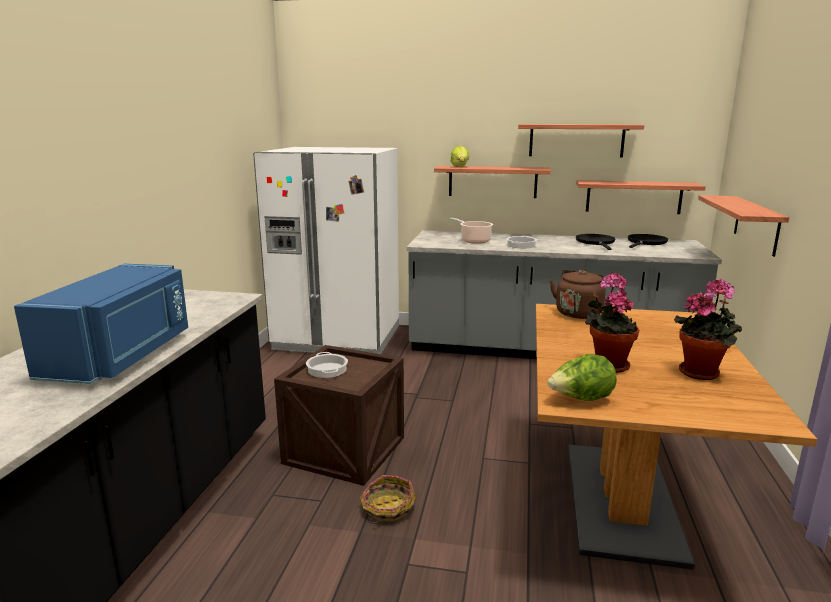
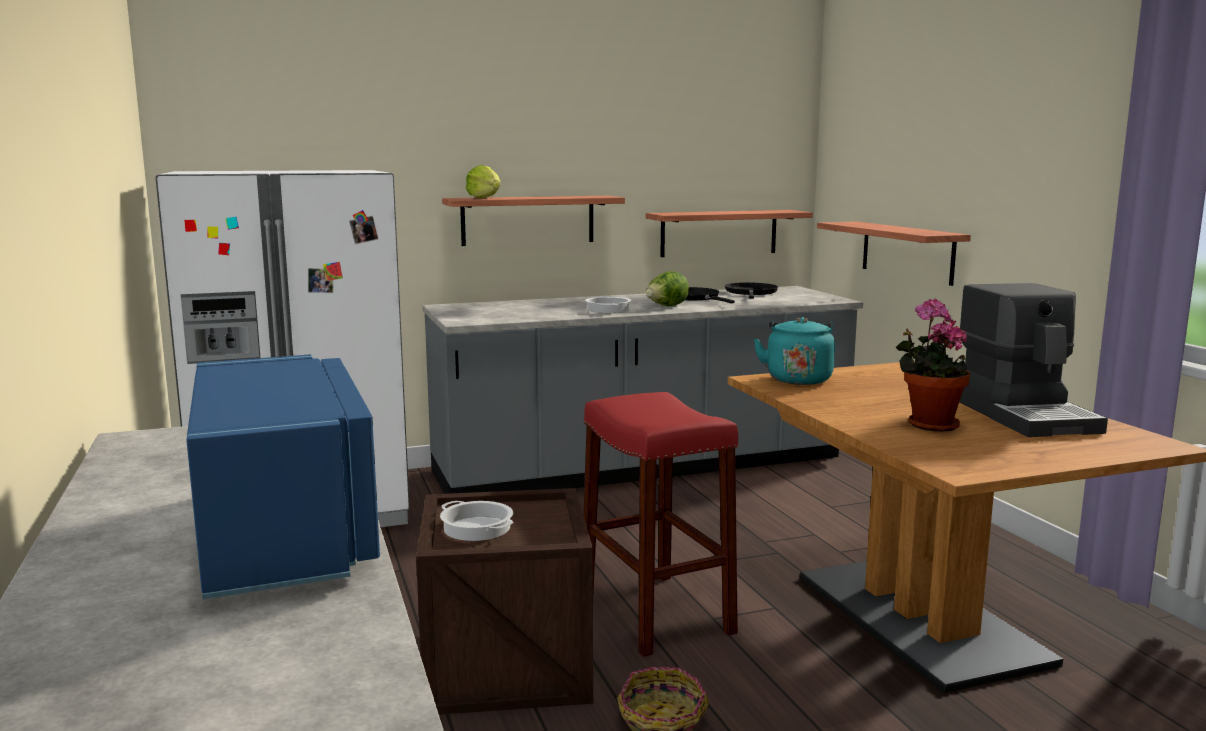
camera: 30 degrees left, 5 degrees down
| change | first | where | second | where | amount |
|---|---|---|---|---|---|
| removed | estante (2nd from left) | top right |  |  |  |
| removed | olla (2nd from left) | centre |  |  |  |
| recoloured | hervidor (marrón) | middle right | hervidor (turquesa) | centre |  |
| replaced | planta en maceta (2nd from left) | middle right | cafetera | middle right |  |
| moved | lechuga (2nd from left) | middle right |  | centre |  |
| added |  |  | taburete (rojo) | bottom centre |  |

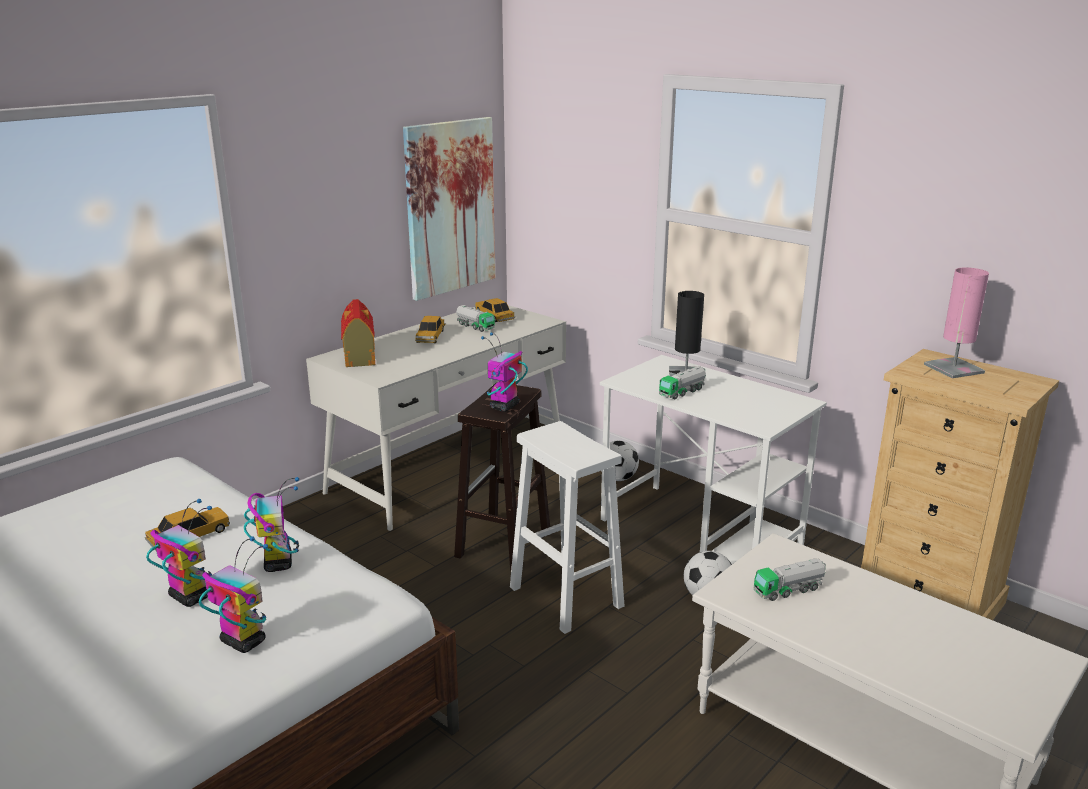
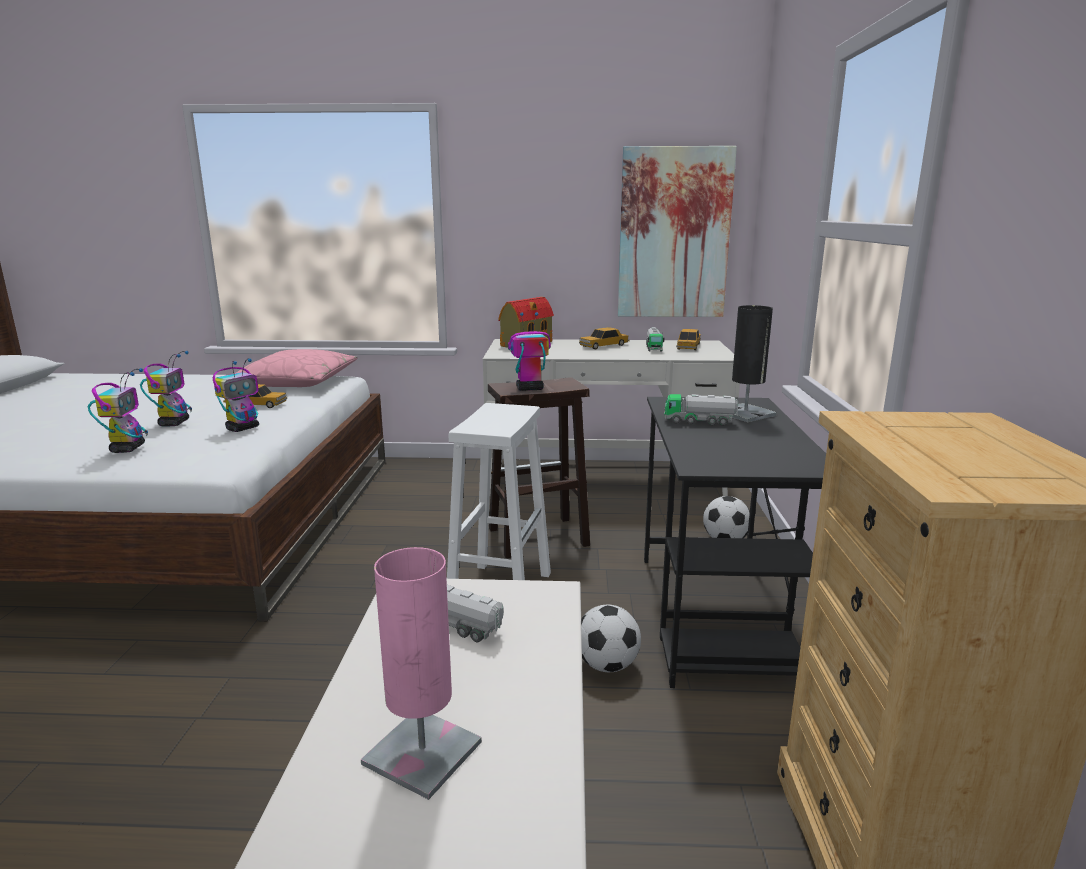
camera: 50 degrees right, 5 degrees down
| change | first | where | second | where | amount |
|---|---|---|---|---|---|
| moved | lámpara de mesa (rosa) | middle right |  | bottom centre |  |
| recoloured | escritorio (blanco) (2nd from left) | centre | escritorio (negro) | middle right |  |
| added |  |  | cojín (rosa) | middle left |  |

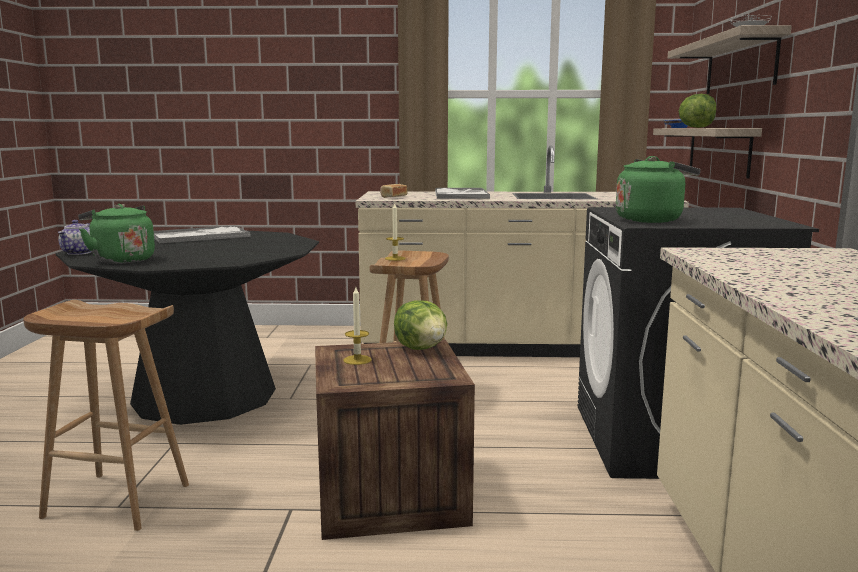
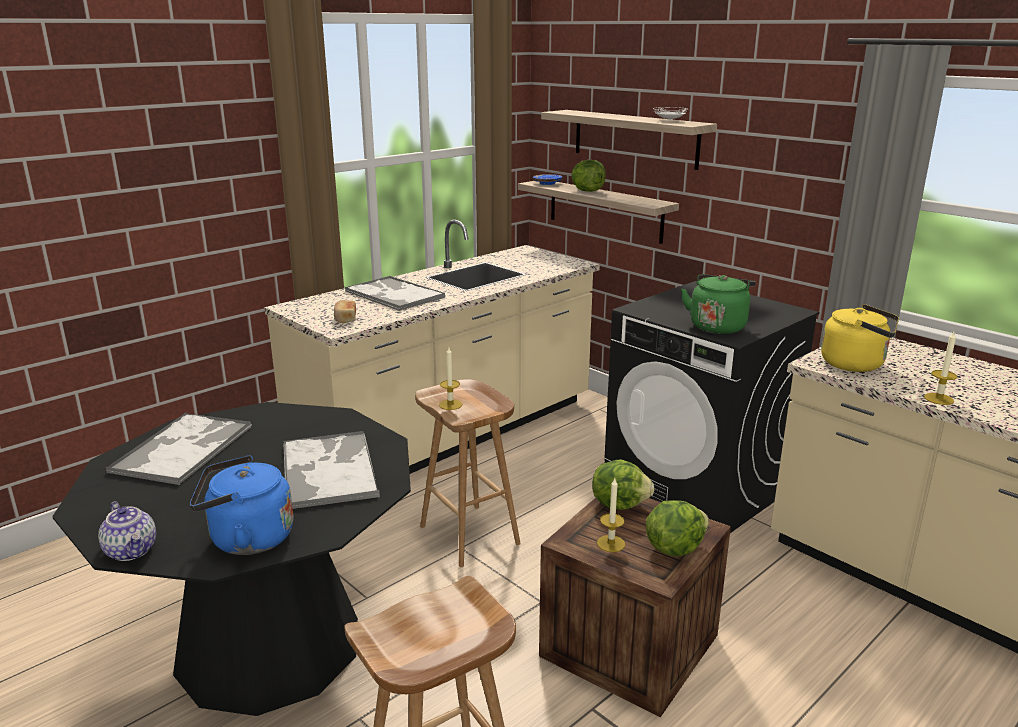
camera: 45 degrees left, 10 degrees up
| change | first | where | second | where | amount |
|---|---|---|---|---|---|
| recoloured | hervidor (verde) (1st from left) | middle left | hervidor (azul) | bottom left |  |
| added |  |  | hervidor (amarillo) | middle right |  |
| added |  |  | vela (3rd from left) | middle right |  |
| added |  |  | bandeja (2nd from left) | middle left |  |
| added |  |  | lechuga (3rd from left) | bottom centre |  |

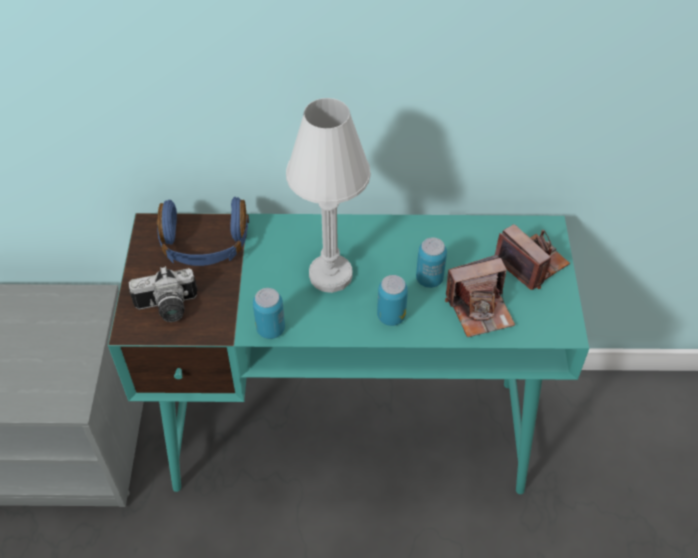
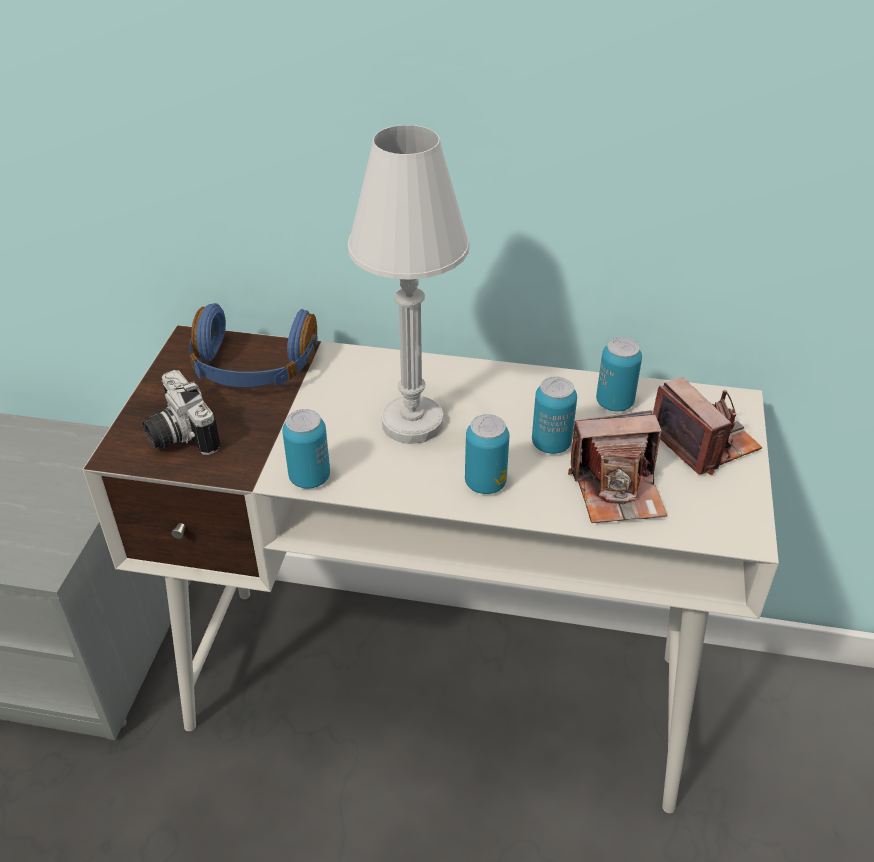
camera: 10 degrees right, 10 degrees down
| change | first | where | second | where | amount |
|---|---|---|---|---|---|
| recoloured | escritorio (turquesa) | centre | escritorio (blanco) | centre |  |
| turned | cámara (1st from left) | middle left |  | middle left | 60 degrees clockwise |
| added |  |  | lata (4th from left) | middle right |  |

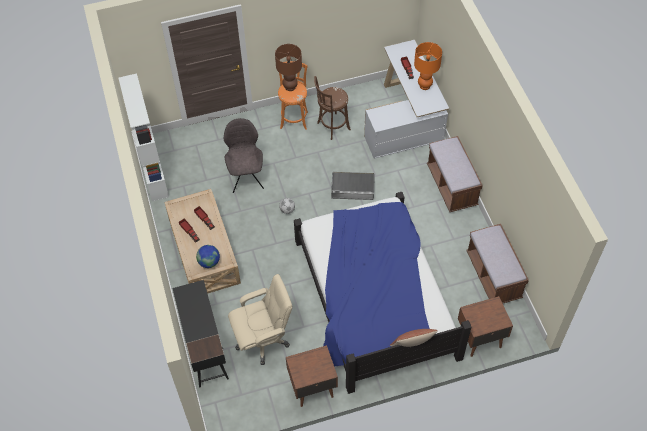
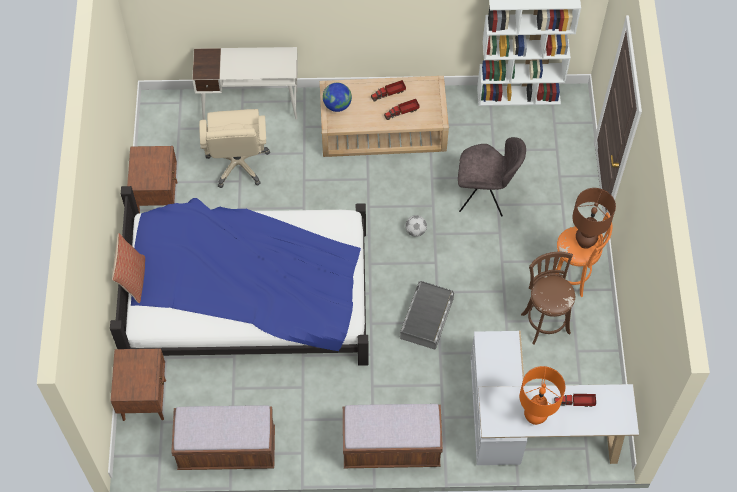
camera: 105 degrees right, 5 degrees up
| change | first | where | second | where | amount |
|---|---|---|---|---|---|
| recoloured | escritorio (negro) | bottom left | escritorio (blanco) (1st from left) | top left |  |

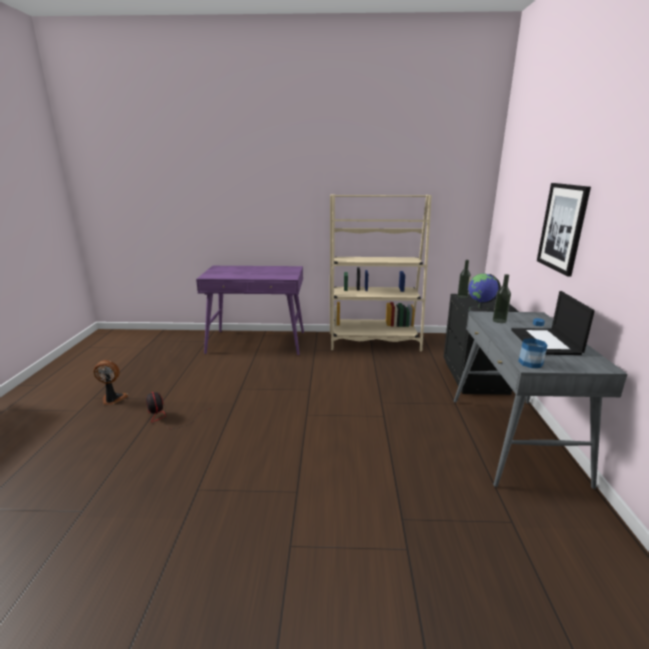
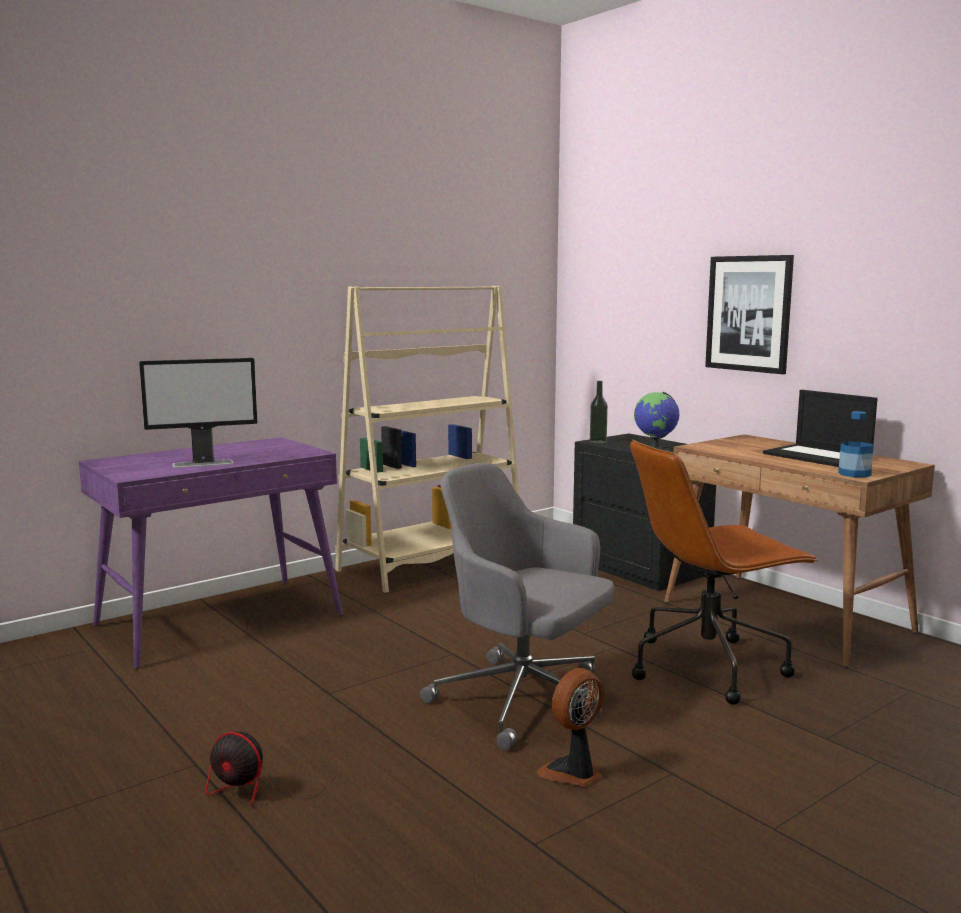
camera: 40 degrees left, 10 degrees down
| change | first | where | second | where | amount |
|---|---|---|---|---|---|
| removed | botella (2nd from left) | middle right |  |  |  |
| recoloured | escritorio (gris) | middle right | escritorio (marrón) | middle right |  |
| moved | ventilador (1st from left in the first image) | middle left | ventilador (2nd from left) | bottom centre |  |
| added |  |  | monitor | middle left |  |
| added |  |  | silla de oficina (marrón) | middle right |  |
| added |  |  | silla de oficina (gris) | centre |  |

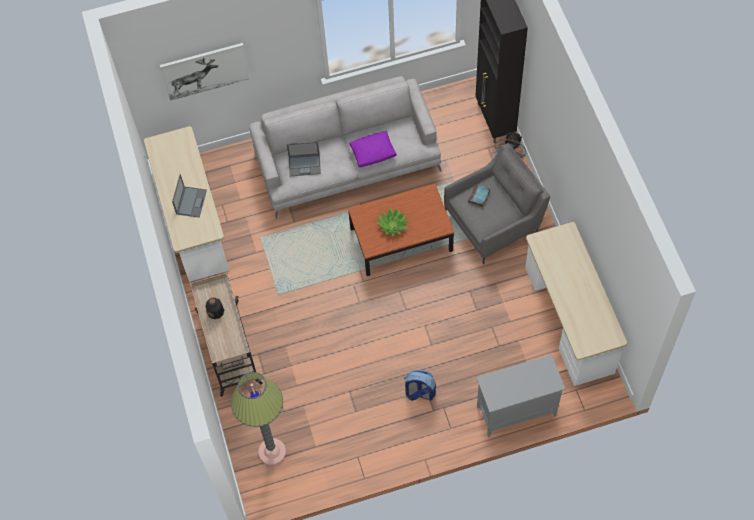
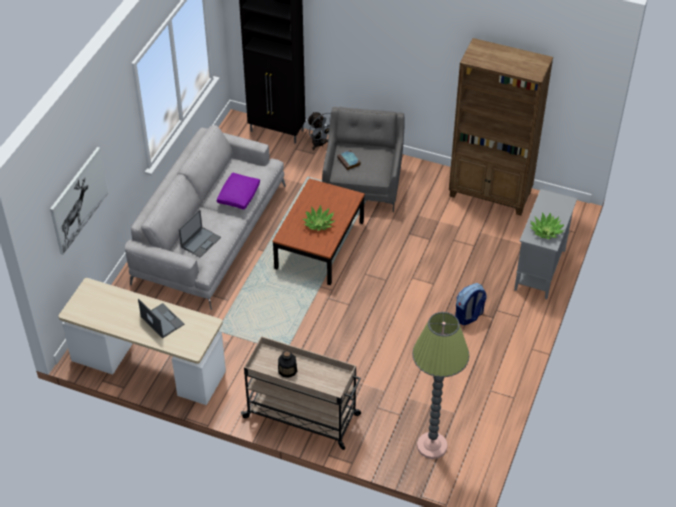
camera: 55 degrees left, 15 degrees down
| change | first | where | second | where | amount |
|---|---|---|---|---|---|
| replaced | escritorio (2nd from left) | middle right | estantería (marrón) | top right |  |
| added |  |  | planta en maceta (2nd from left) | middle right |  |

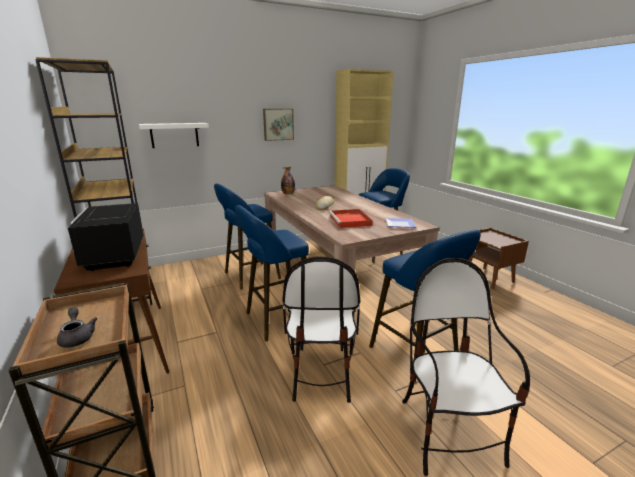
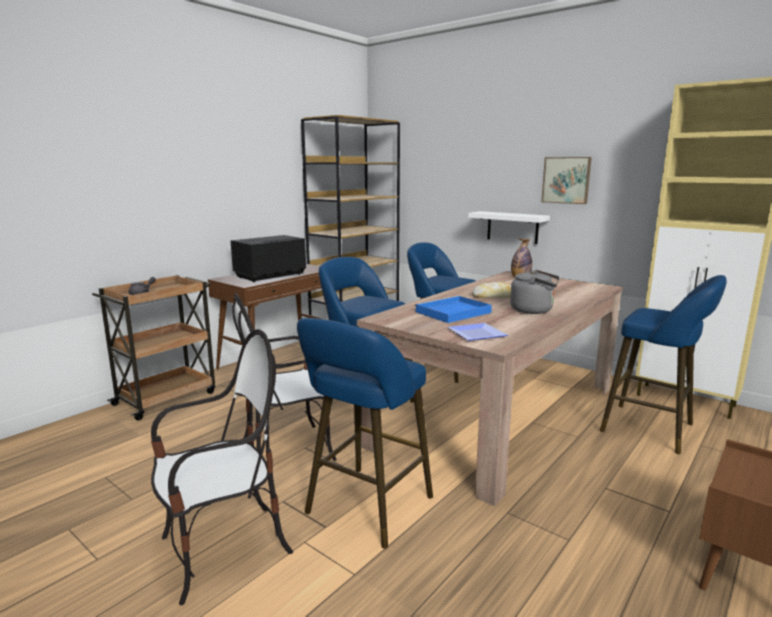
camera: 65 degrees right, 5 degrees down
| change | first | where | second | where | amount |
|---|---|---|---|---|---|
| moved | estante (blanco) | top left |  | centre |  |
| recoloured | bandeja (rojo) | centre | bandeja (azul) | centre |  |
| added |  |  | hervidor (gris) | middle right |  |

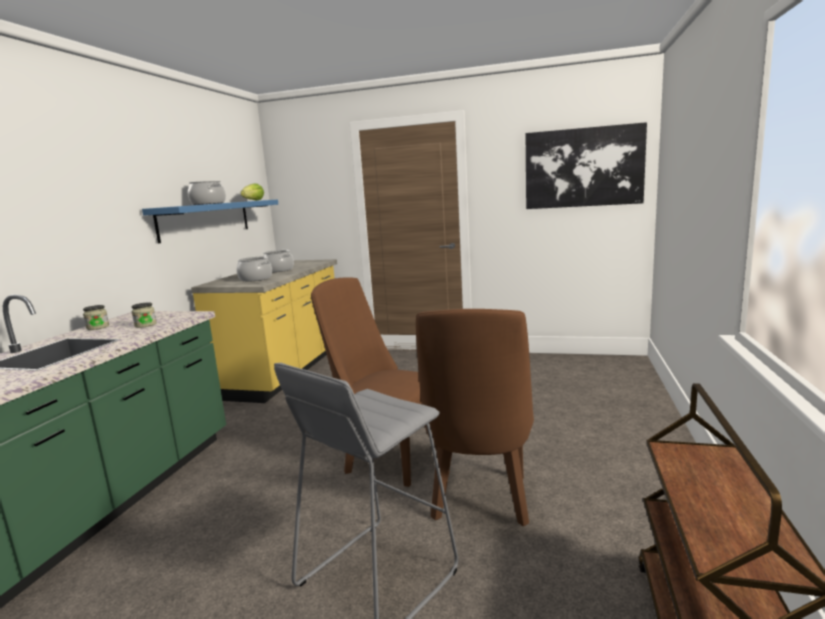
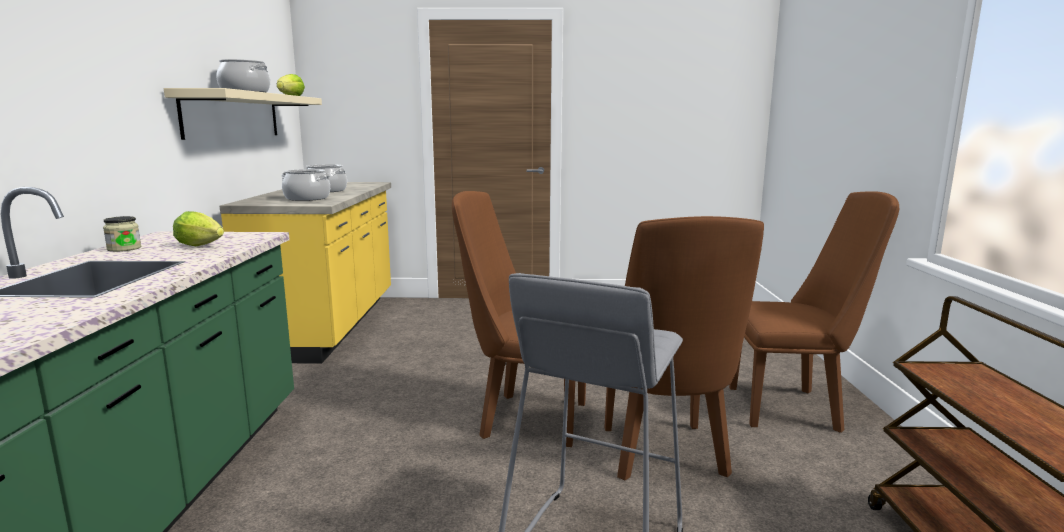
camera: 15 degrees left, 0 degrees up
| change | first | where | second | where | amount |
|---|---|---|---|---|---|
| removed | cuadro | top right |  |  |  |
| recoloured | estante (azul) | middle left | estante (beis) | top left |  |
| replaced | tarro (2nd from left) | middle left | lechuga (1st from left) | middle left |  |
| added |  |  | silla (marrón) (3rd from left) | middle right |  |

